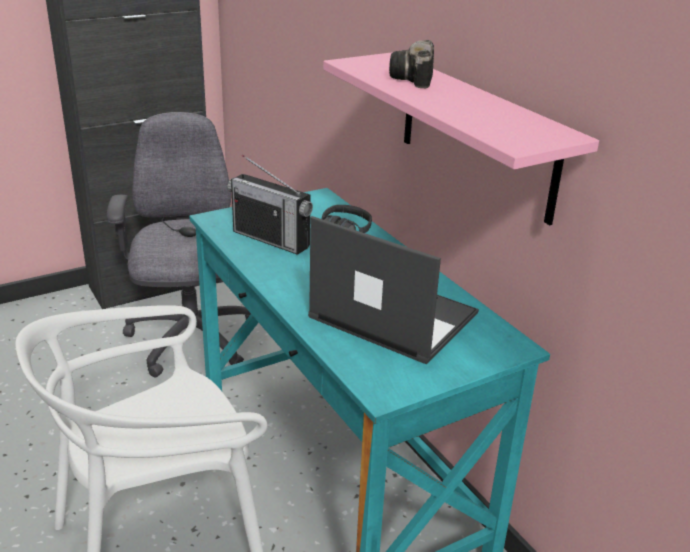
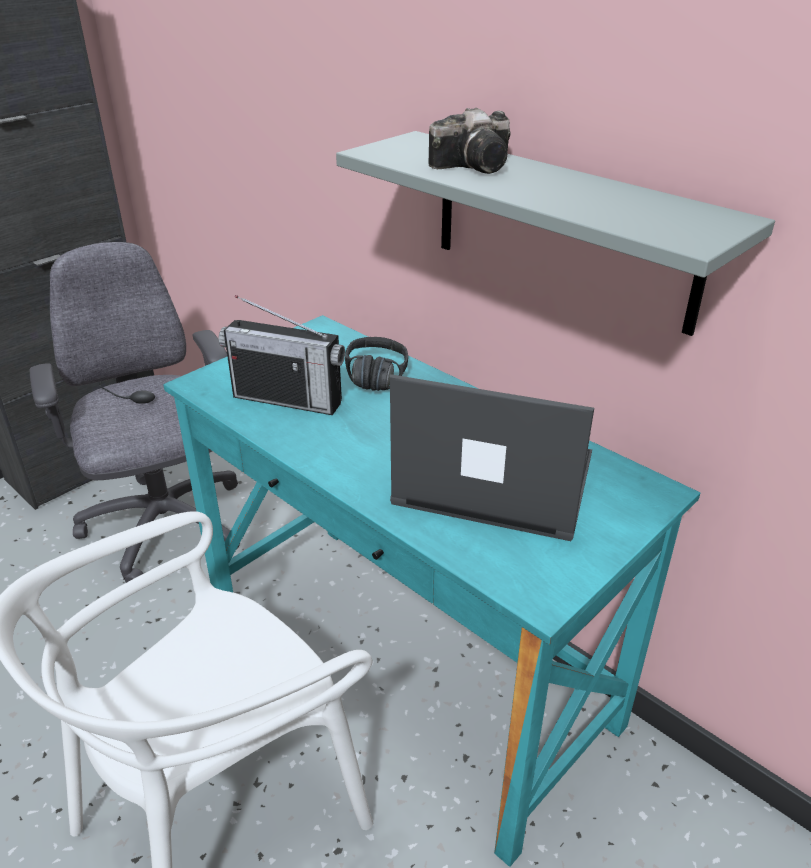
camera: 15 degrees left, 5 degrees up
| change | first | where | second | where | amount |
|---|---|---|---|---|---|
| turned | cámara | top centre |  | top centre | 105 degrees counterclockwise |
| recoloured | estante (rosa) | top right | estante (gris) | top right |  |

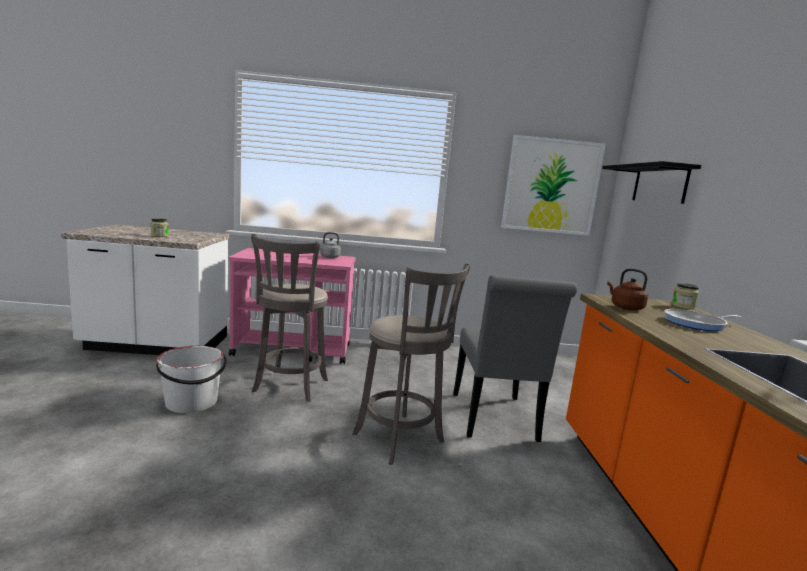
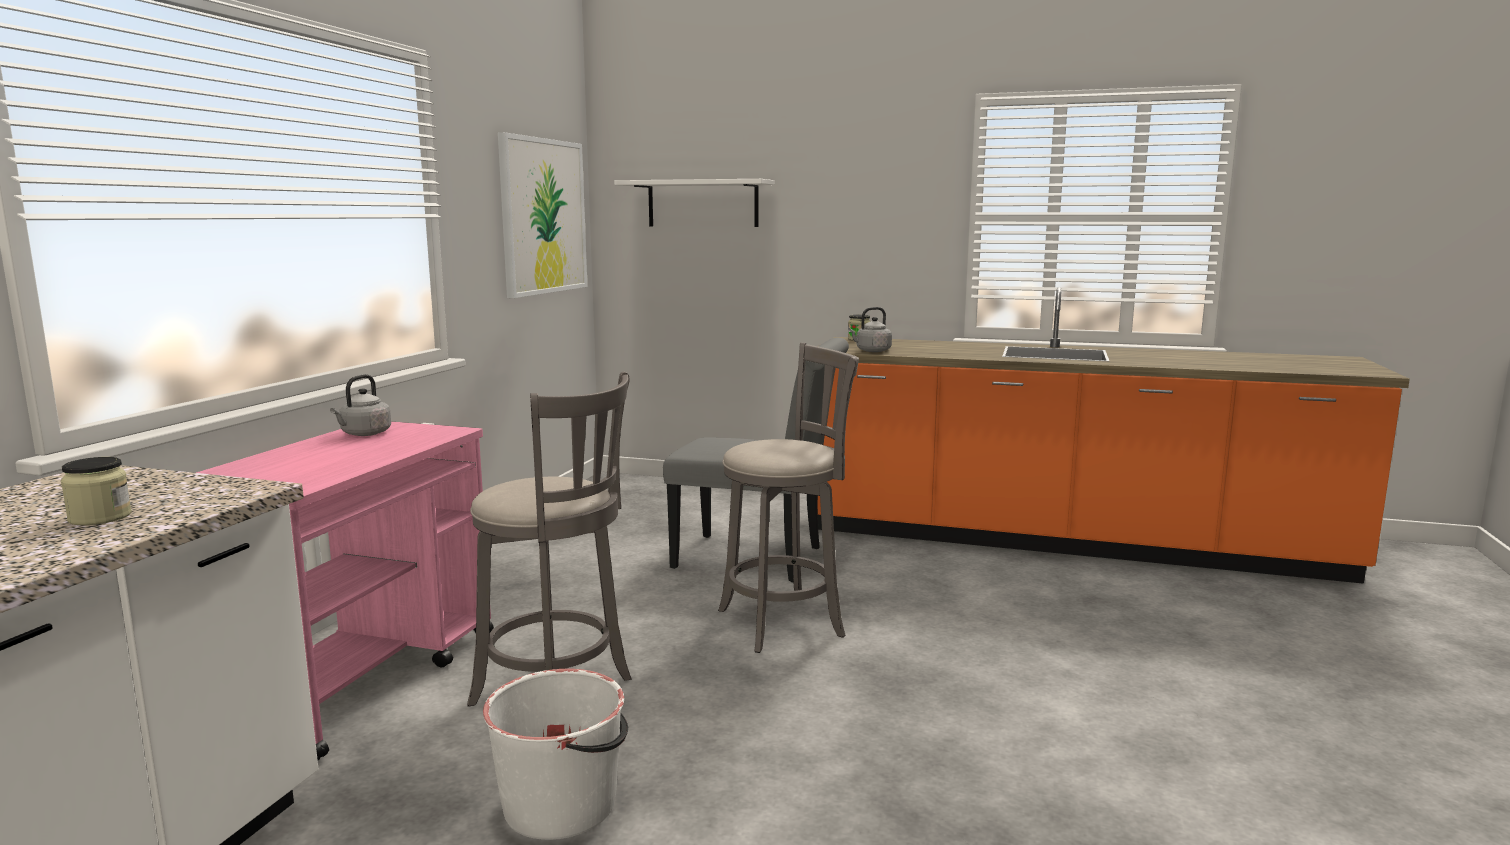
camera: 70 degrees left, 0 degrees up
| change | first | where | second | where | amount |
|---|---|---|---|---|---|
| recoloured | estante (negro) | top right | estante (blanco) | top centre |  |
| recoloured | hervidor (marrón) | middle right | hervidor (gris) (2nd from left) | centre |  |
| removed | sartén | middle right |  |  |  |

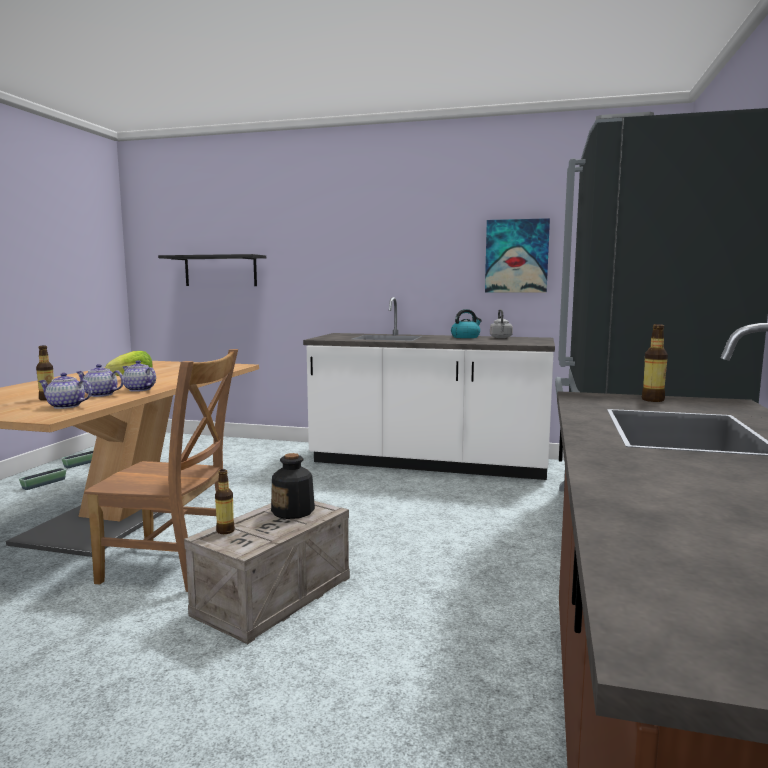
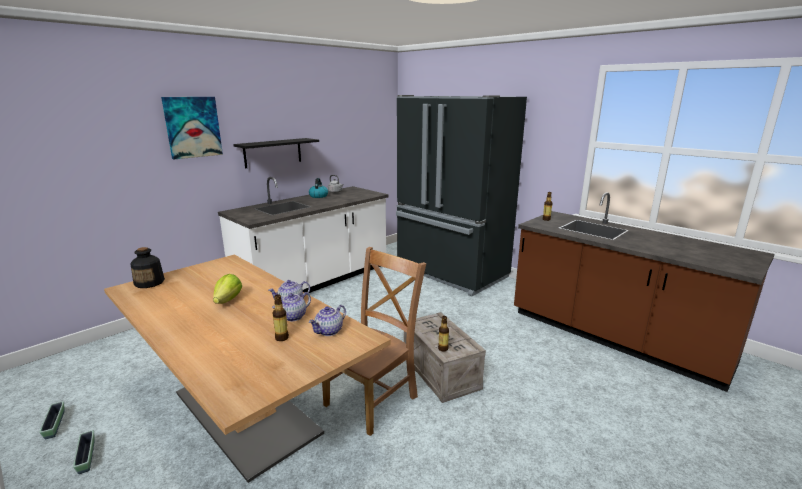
camera: 60 degrees left, 10 degrees up
| change | first | where | second | where | amount |
|---|---|---|---|---|---|
| moved | cuadro | top right |  | top left |  |
| moved | estante (negro) | middle left |  | top centre |  |
| moved | botella (3rd from left in the first image) | centre | botella (1st from left) | middle left |  |

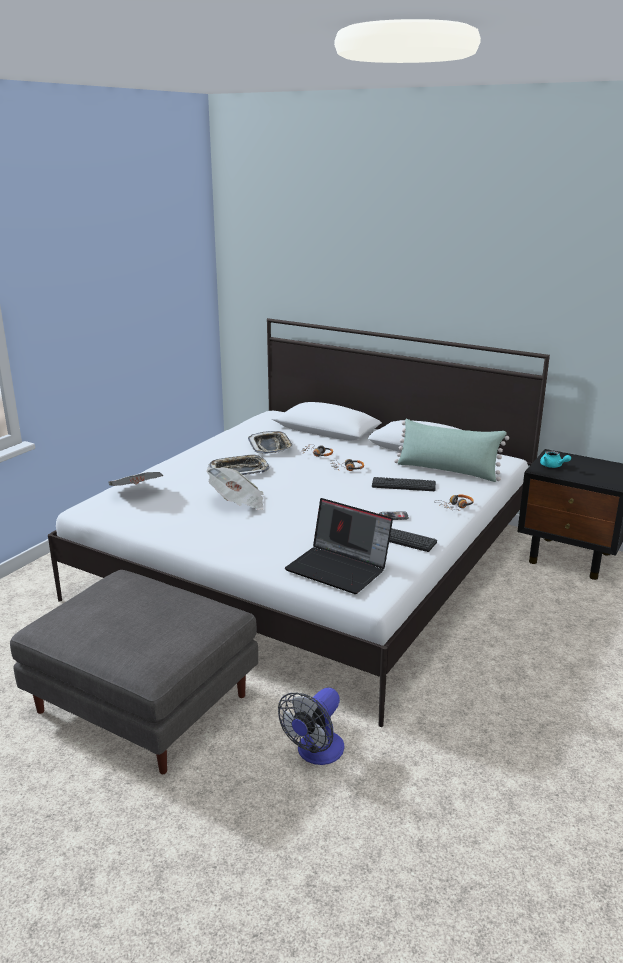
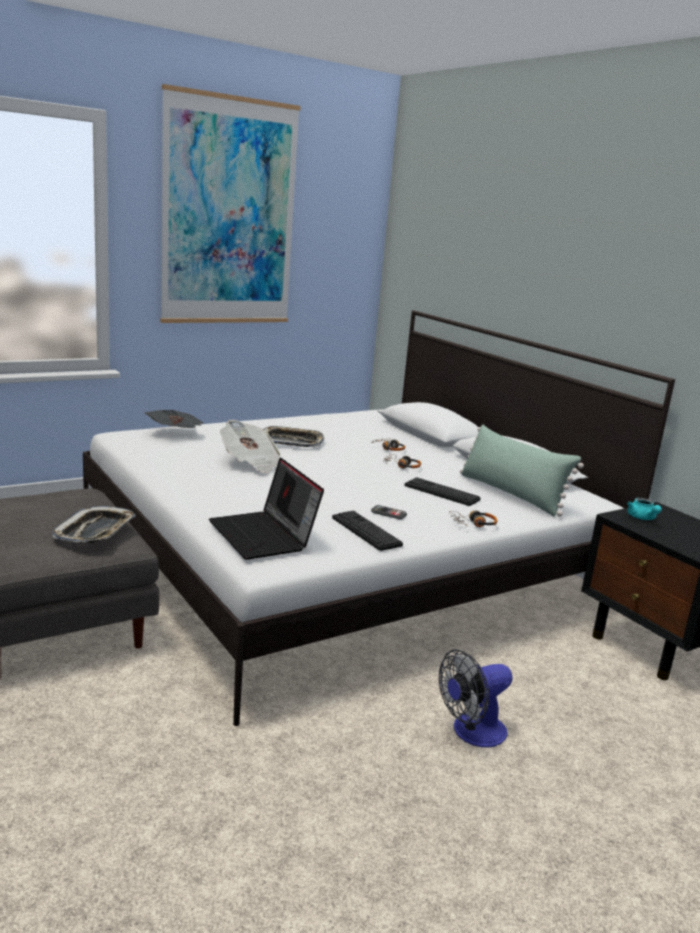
camera: 25 degrees right, 5 degrees down
| change | first | where | second | where | amount |
|---|---|---|---|---|---|
| moved | bandeja (2nd from left in the first image) | centre | bandeja (1st from left) | middle left |  |
| moved | ventilador | bottom centre |  | bottom right |  |
| added |  |  | cuadro | top left |  |

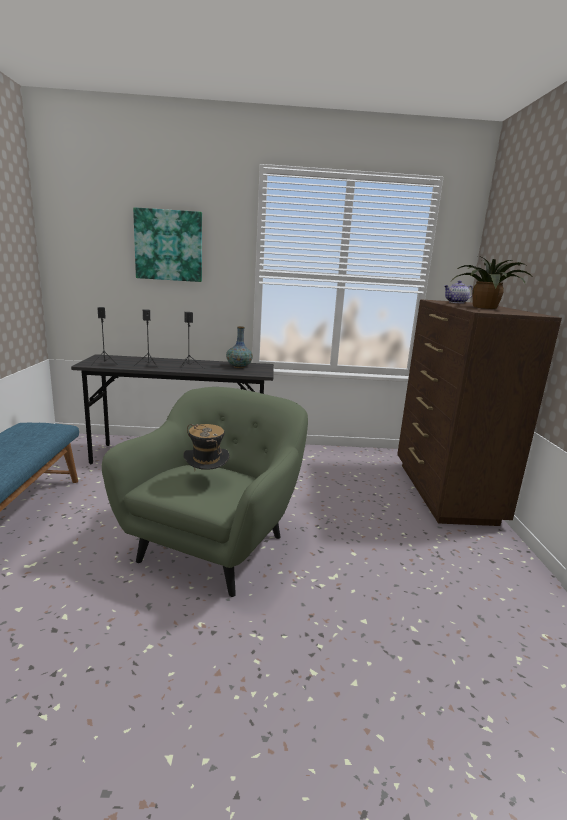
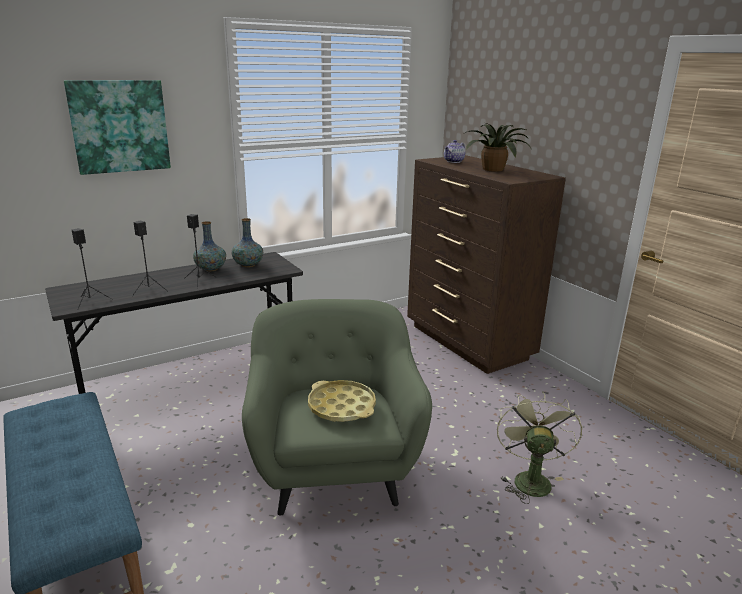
camera: 30 degrees left, 5 degrees up
| change | first | where | second | where | amount |
|---|---|---|---|---|---|
| replaced | sombrero | centre | bandeja (amarillo) | bottom centre |  |
| added |  |  | florero (1st from left) | middle left |  |
| added |  |  | ventilador (verde) | bottom right |  |

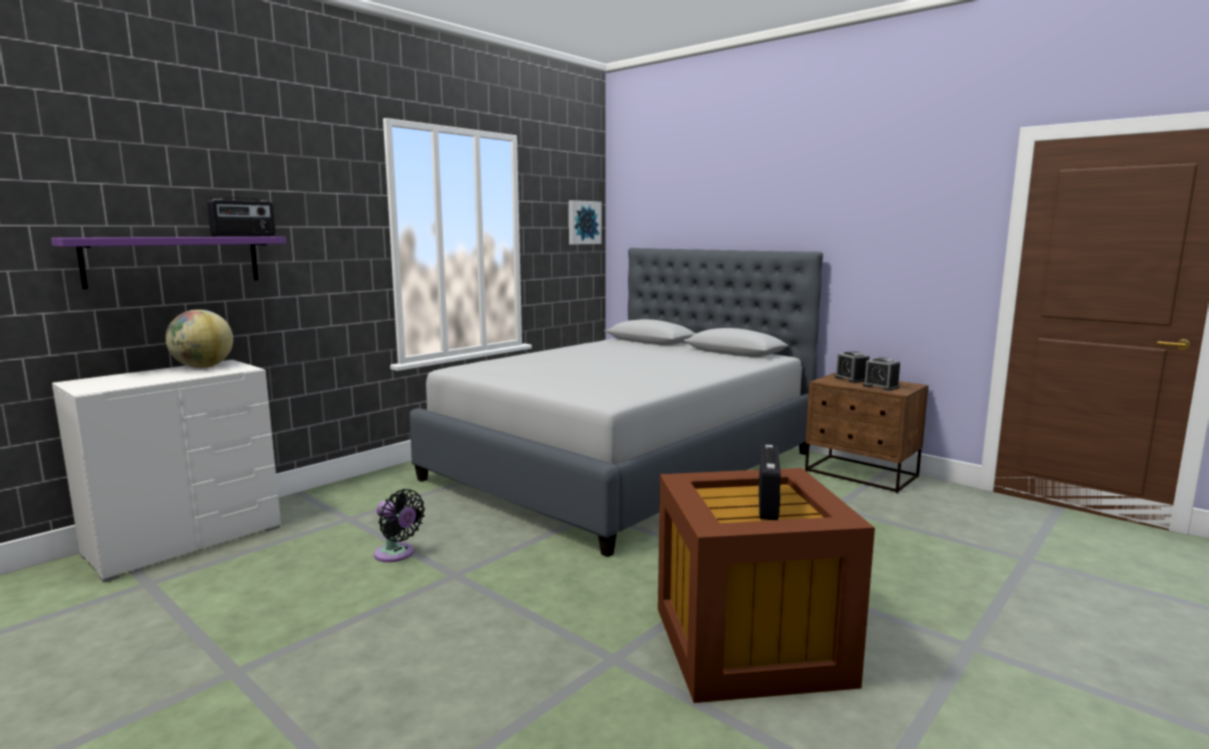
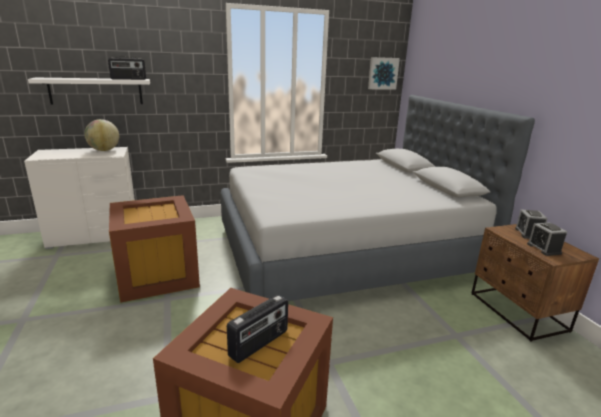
camera: 30 degrees right, 10 degrees up
| change | first | where | second | where | amount |
|---|---|---|---|---|---|
| recoloured | estante (morado) | middle left | estante (blanco) | top left |  |
| replaced | ventilador (negro) | bottom left | caja de almacenaje (marrón) (1st from left) | middle left |  |

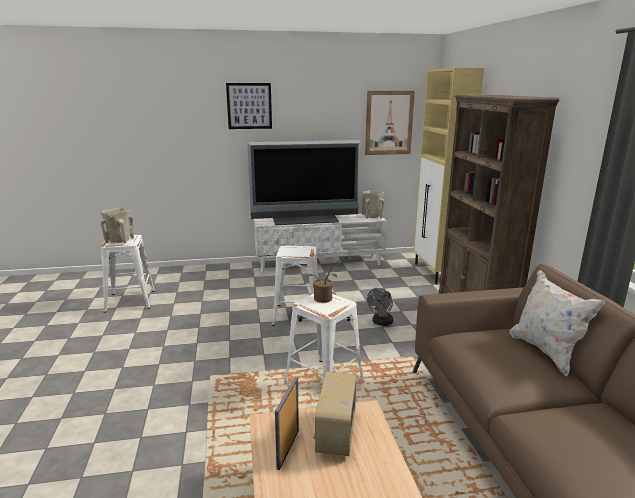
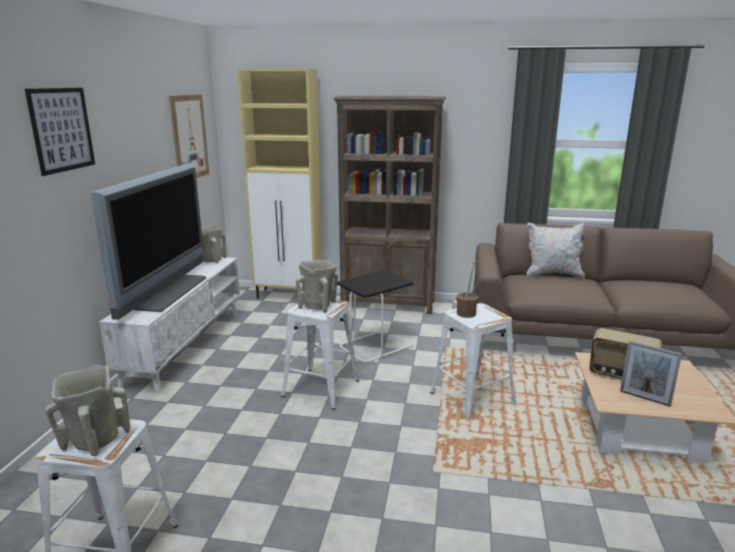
camera: 70 degrees left, 0 degrees up
| change | first | where | second | where | amount |
|---|---|---|---|---|---|
| replaced | ventilador (gris) | centre | mesa auxiliar (negro) | centre |  |
| added |  |  | florero (beis) (3rd from left) | centre |  |

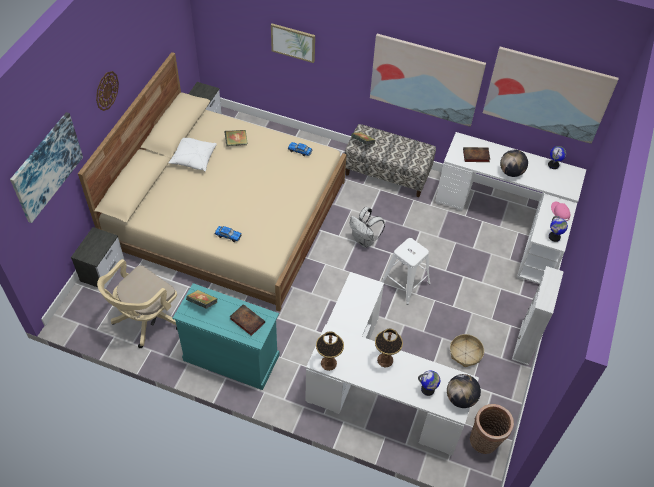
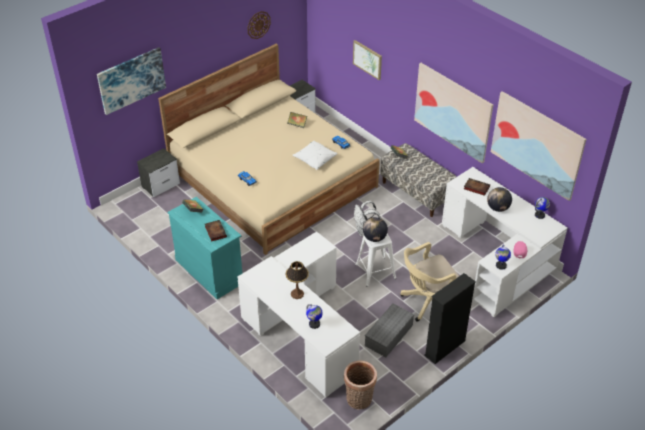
camera: 30 degrees right, 10 degrees down
| change | first | where | second | where | amount |
|---|---|---|---|---|---|
| moved | reloj de pared | top left |  | top centre |  |
| moved | cojín (blanco) | top left |  | centre |  |
| moved | silla de oficina (beis) | middle left |  | centre |  |
| recoloured | estantería (blanco) | middle right | estantería (negro) | bottom right |  |
| removed | lámpara de mesa (1st from left) | bottom centre |  |  |  |
| replaced | cesta (1st from left) | bottom right | caja de almacenaje (gris) | bottom centre |  |
| moved | globo terráqueo (2nd from left) | bottom right |  | centre |  |

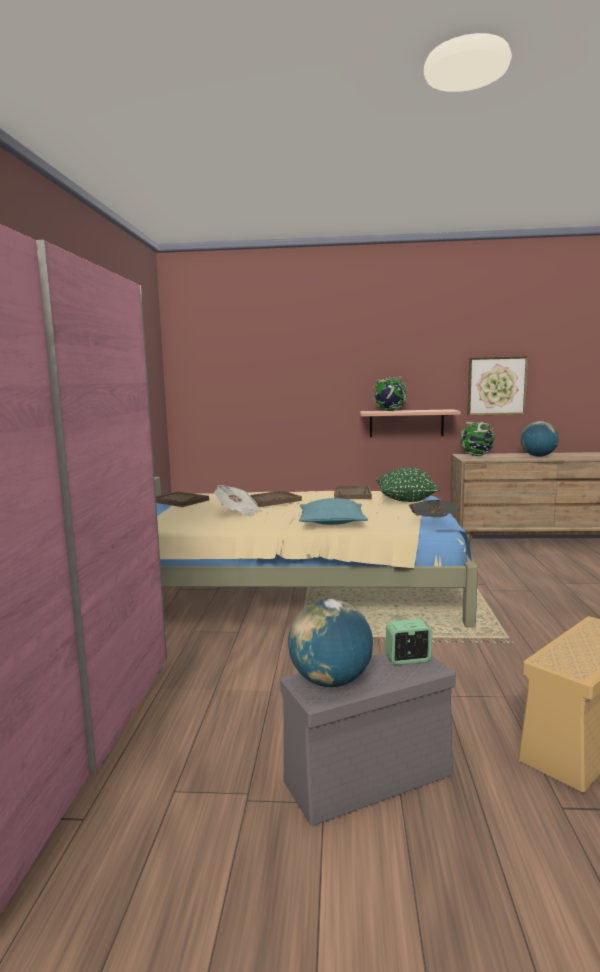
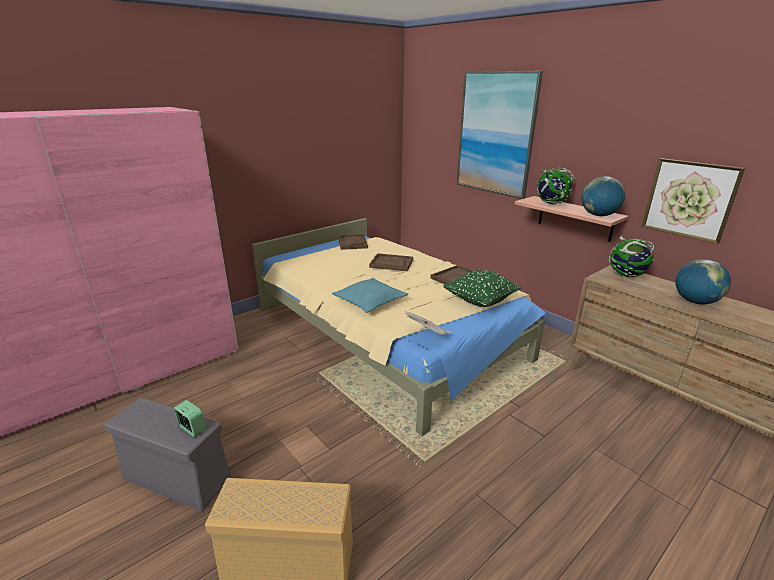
camera: 45 degrees right, 15 degrees up
| change | first | where | second | where | amount |
|---|---|---|---|---|---|
| removed | periódico (1st from left) | centre |  |  |  |
| moved | globo terráqueo (1st from left in the first image) | centre | globo terráqueo (2nd from left) | middle right |  |
| added |  |  | cuadro (1st from left) | top centre |  |

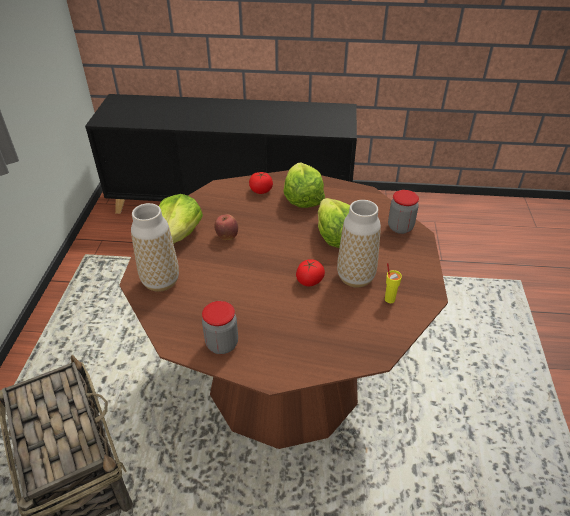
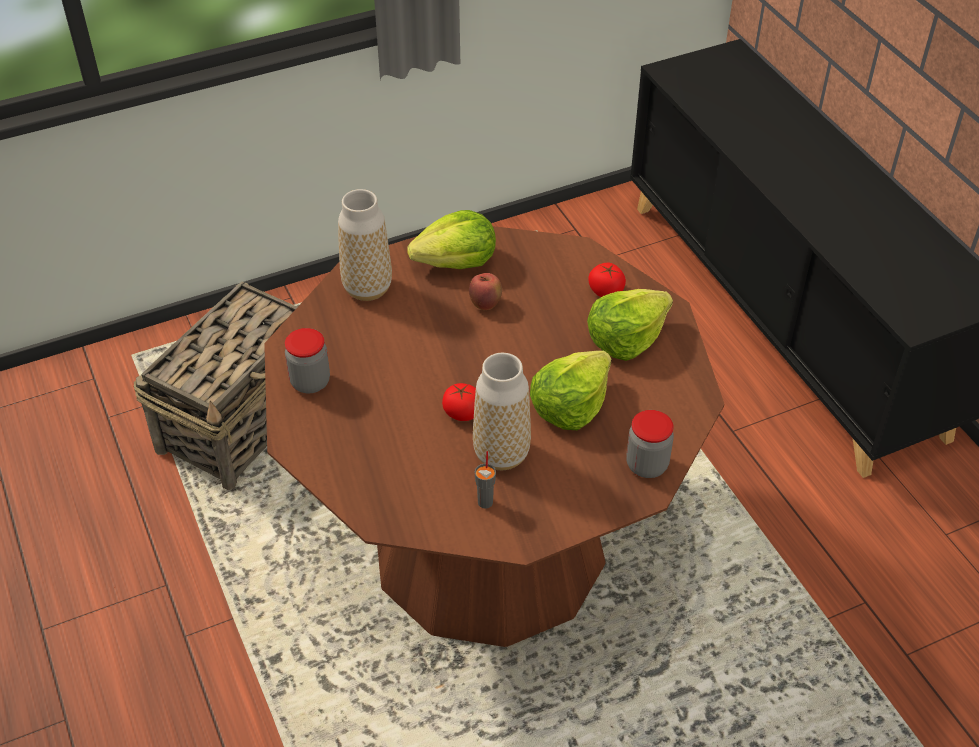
camera: 60 degrees right, 5 degrees up
| change | first | where | second | where | amount |
|---|---|---|---|---|---|
| recoloured | taza (amarillo) | middle right | taza (gris) | centre |  |

